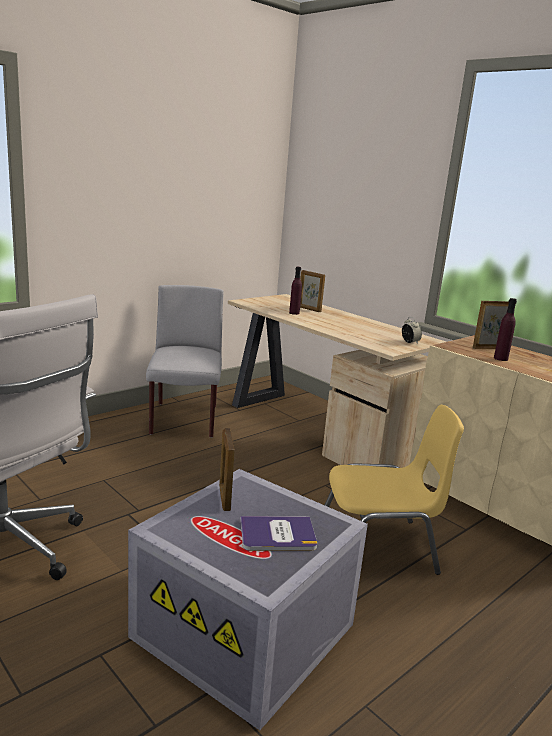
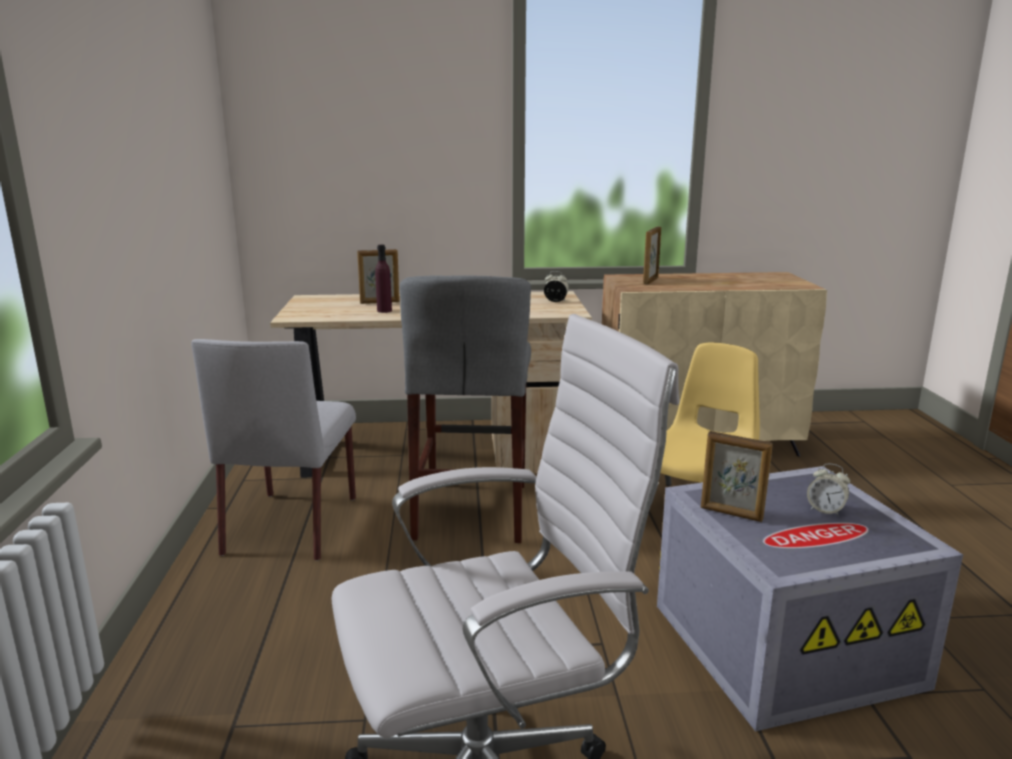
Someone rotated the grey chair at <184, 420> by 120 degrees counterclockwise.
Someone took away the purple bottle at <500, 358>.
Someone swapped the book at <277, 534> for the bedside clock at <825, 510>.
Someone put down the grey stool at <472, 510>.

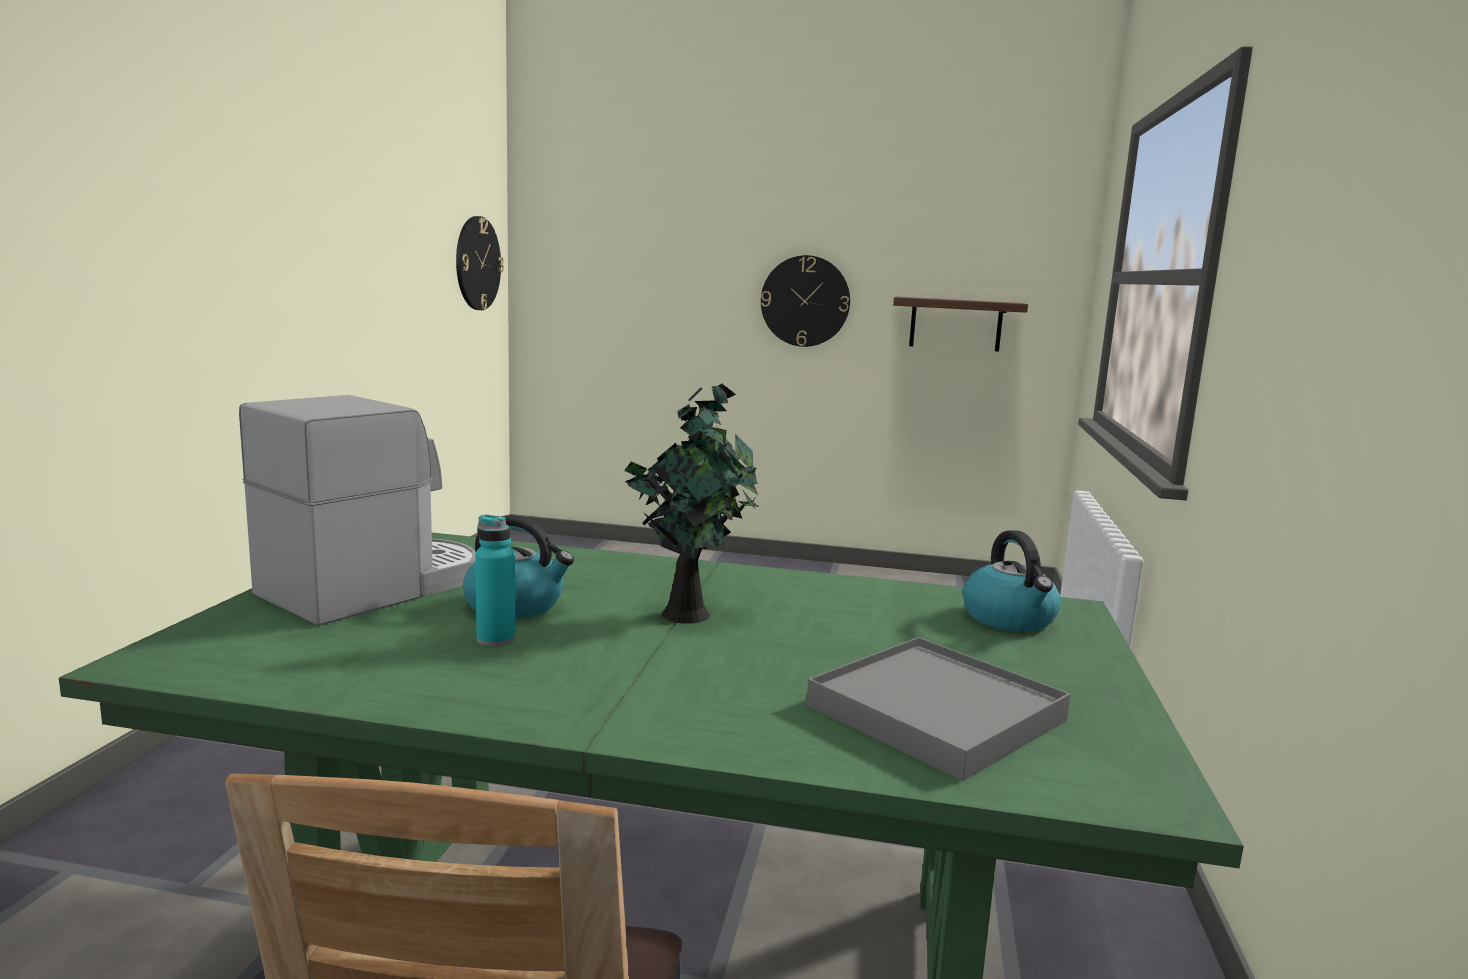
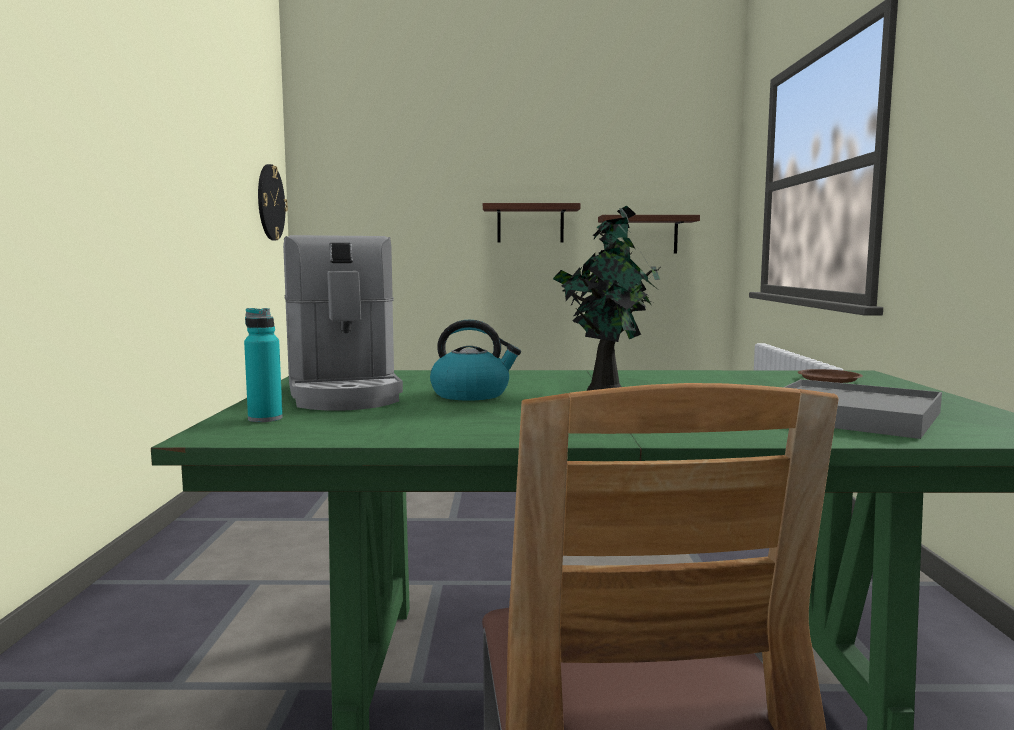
Someone swapped the clock on the wall at <805, 301> for the shelf at <530, 224>.
Someone rotated the coffee brewer at <374, 586> by 135 degrees clockwise.
Someone carried the blue-green bottle from <496, 639> to <265, 419>.
Someone swapped the kettle at <1010, 619> for the brownish flat dish at <829, 379>.

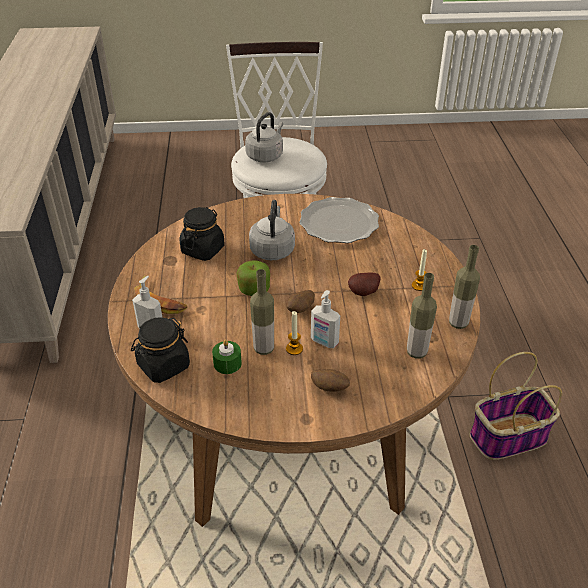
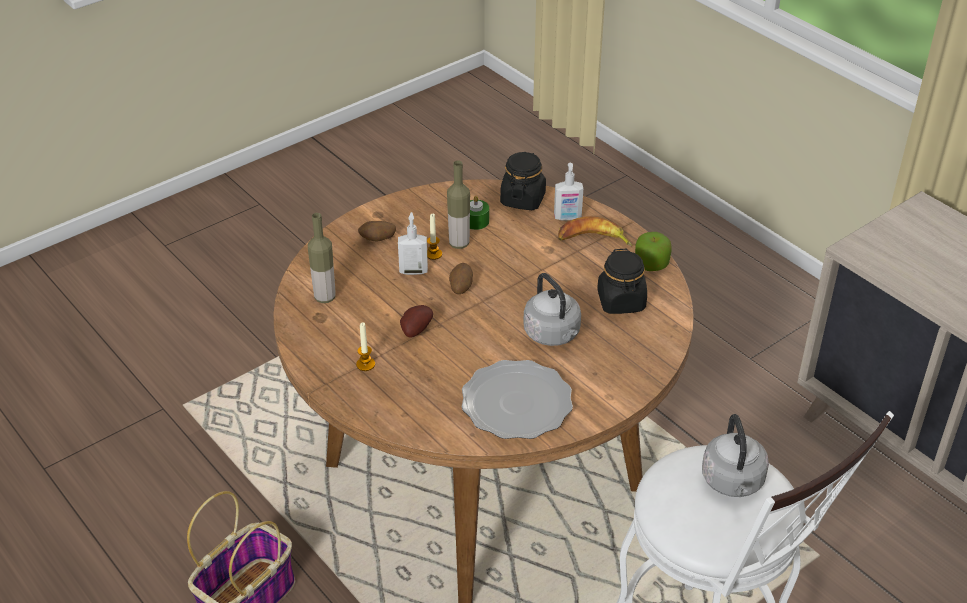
Someone took away the bottle at <458, 323>.
Someone carried the apple from <254, 289> to <651, 264>.

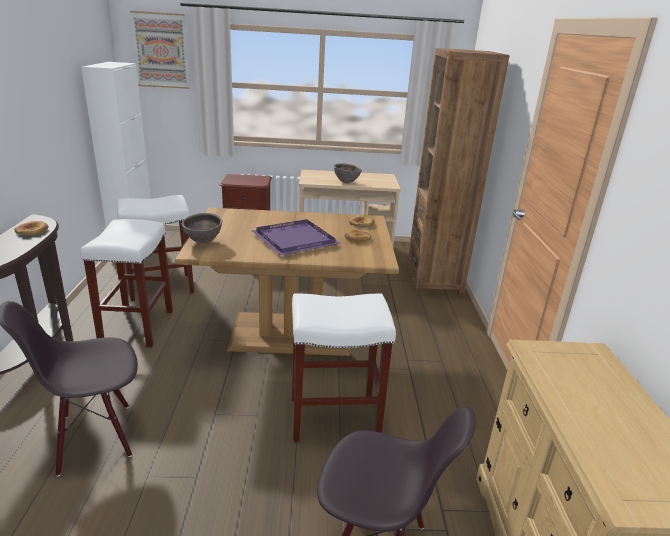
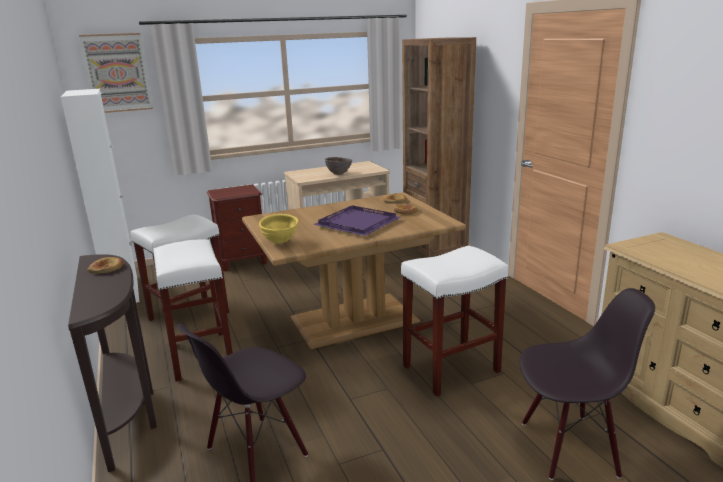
Someone repainted the brownish bowl at <203, 242>, which became the yellow-coloured bowl at <280, 242>.

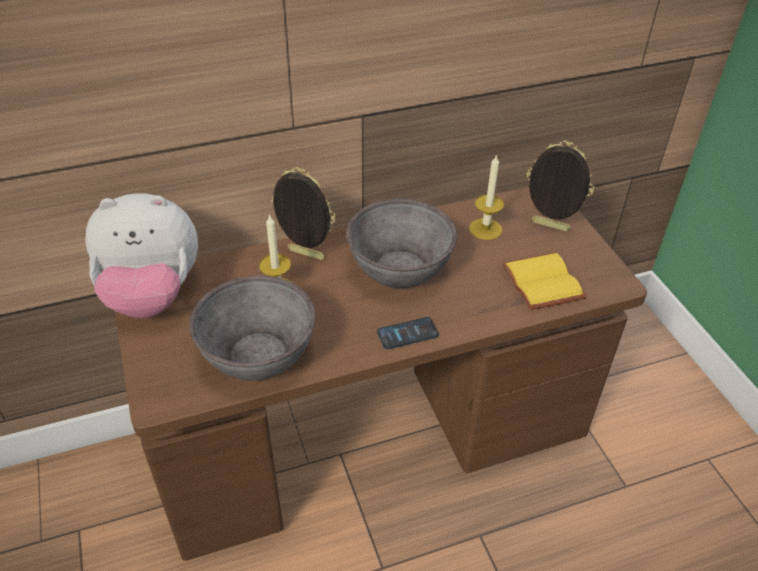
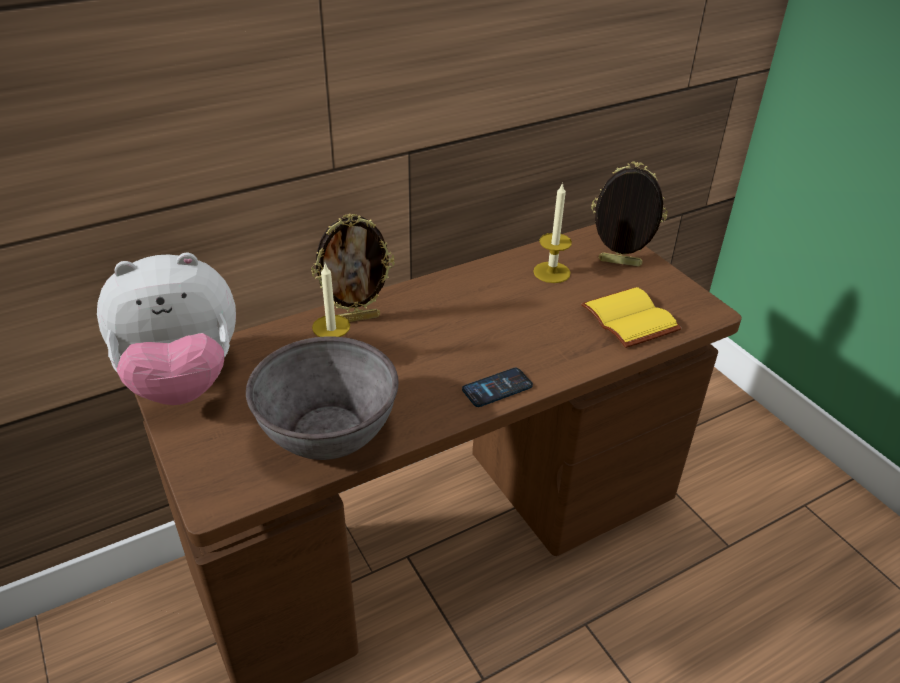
Someone rotated the photo frame at <304, 255> by 150 degrees clockwise.
Someone took away the grey bowl at <399, 269>.

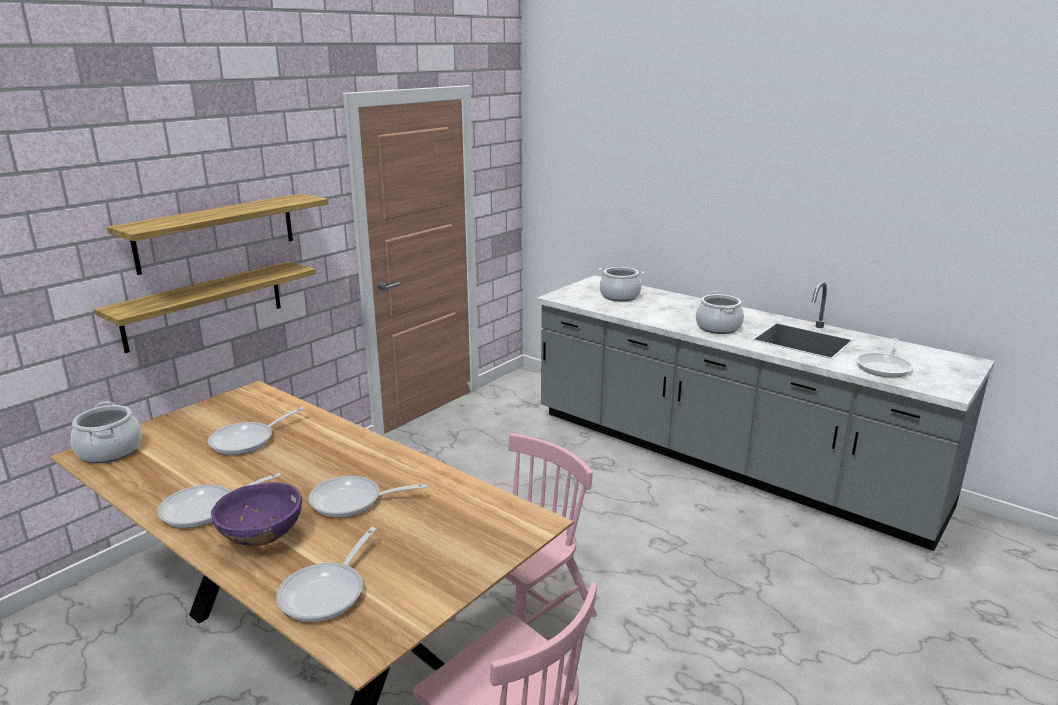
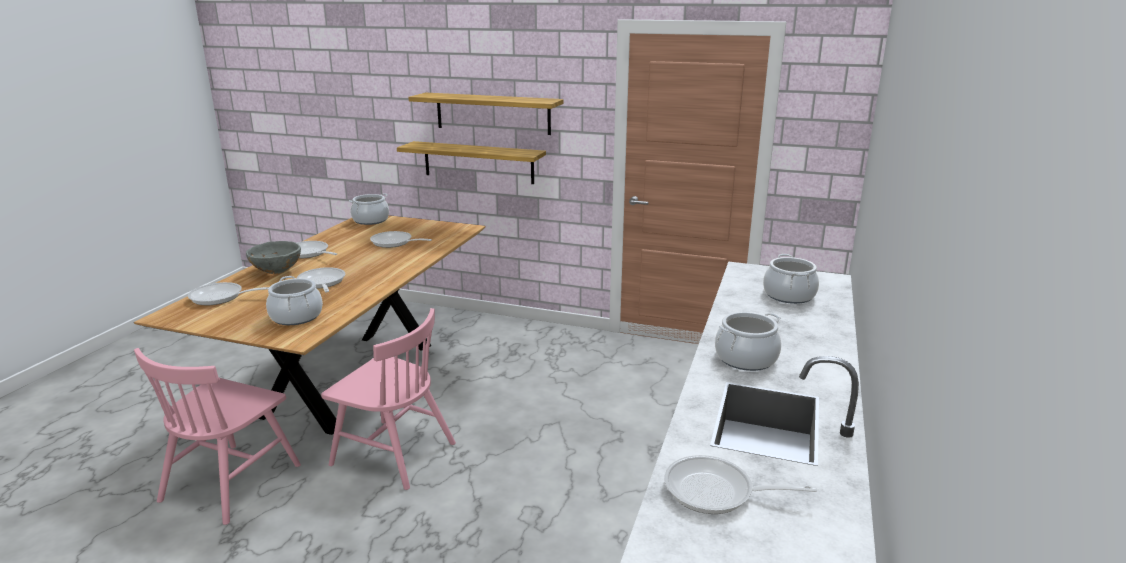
Someone repainted the purple bowl at <262, 539>, which became the grey bowl at <277, 272>.
Someone put down the stockpot at <296, 316>.

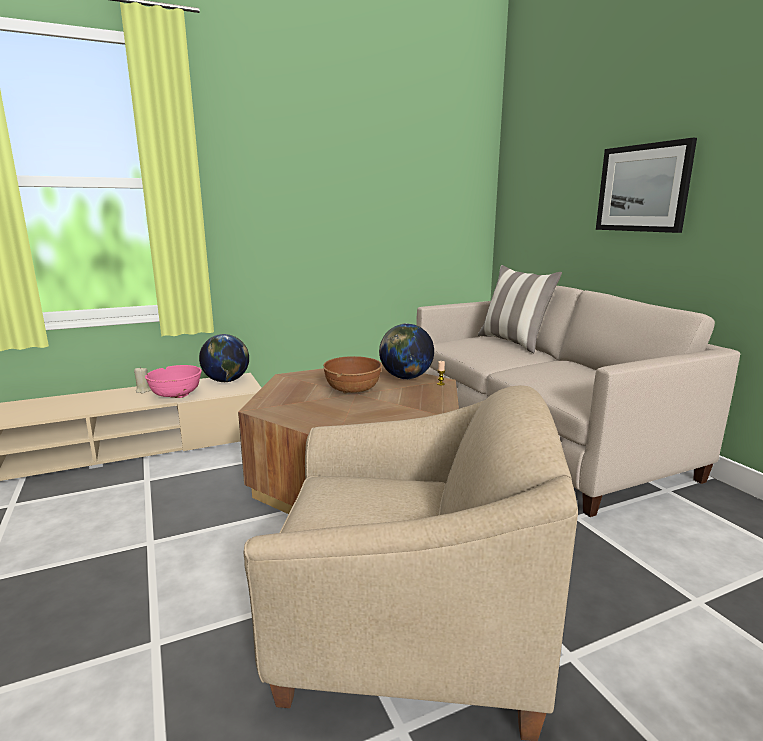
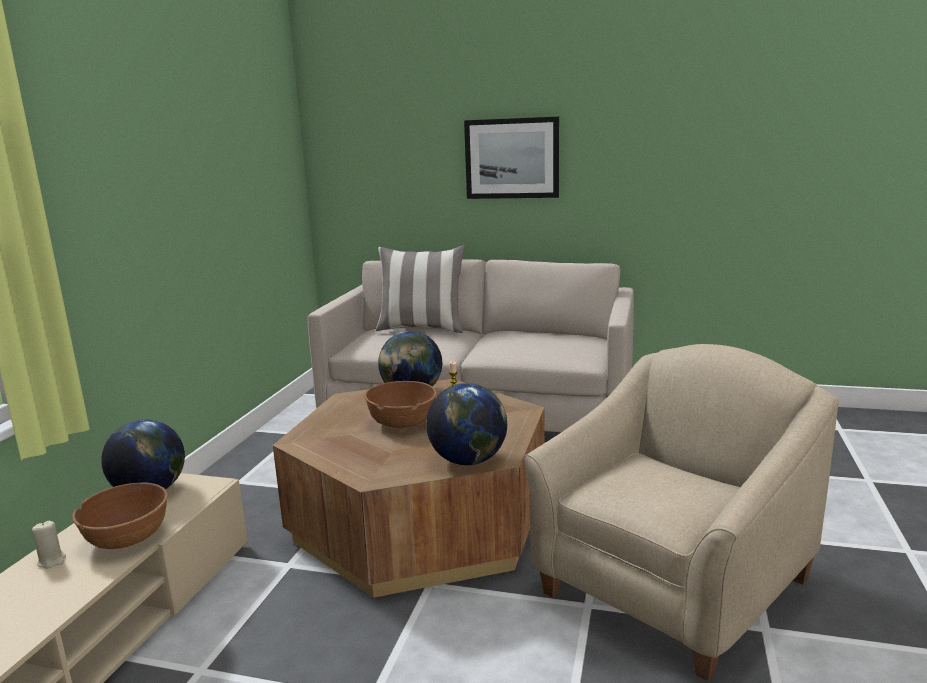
Someone repainted the pink-coloured bowl at <176, 395>, which became the brownish bowl at <128, 538>.
Someone put down the world globe at <468, 461>.

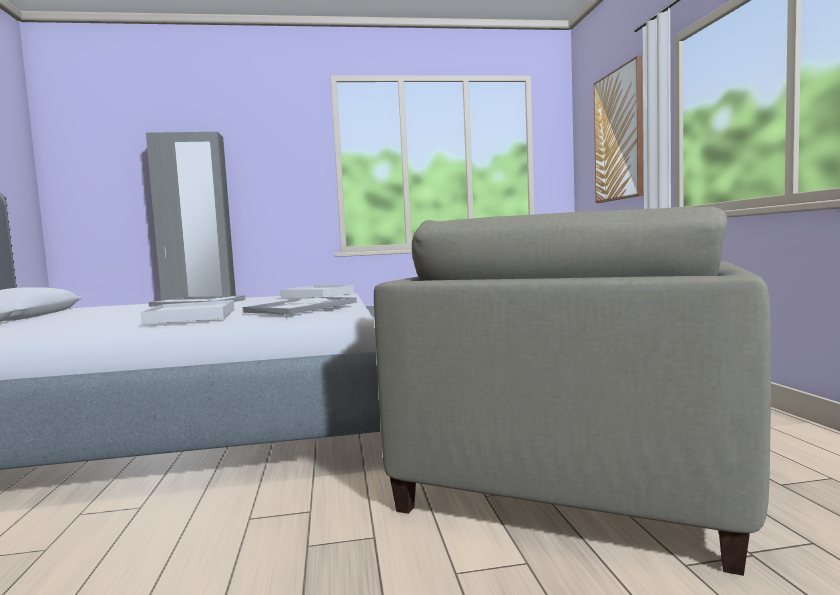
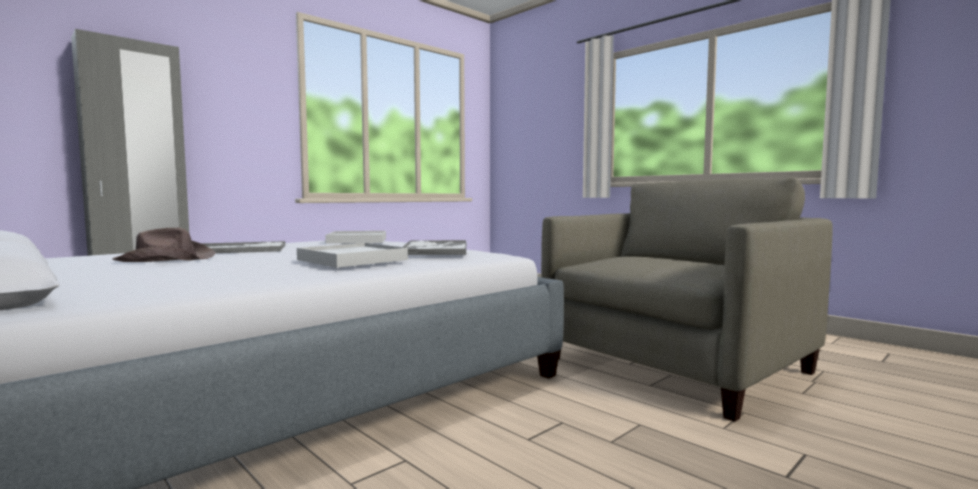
Someone took away the wall art at <619, 135>.
Someone rotated the beige-coloured lounge chair at <571, 479> by 120 degrees counterclockwise.
Someone put down the brownish wearable hat at <165, 259>.

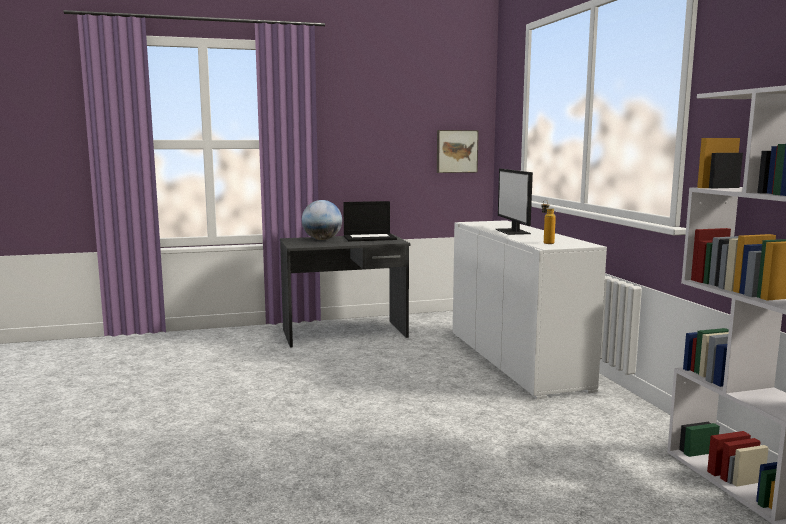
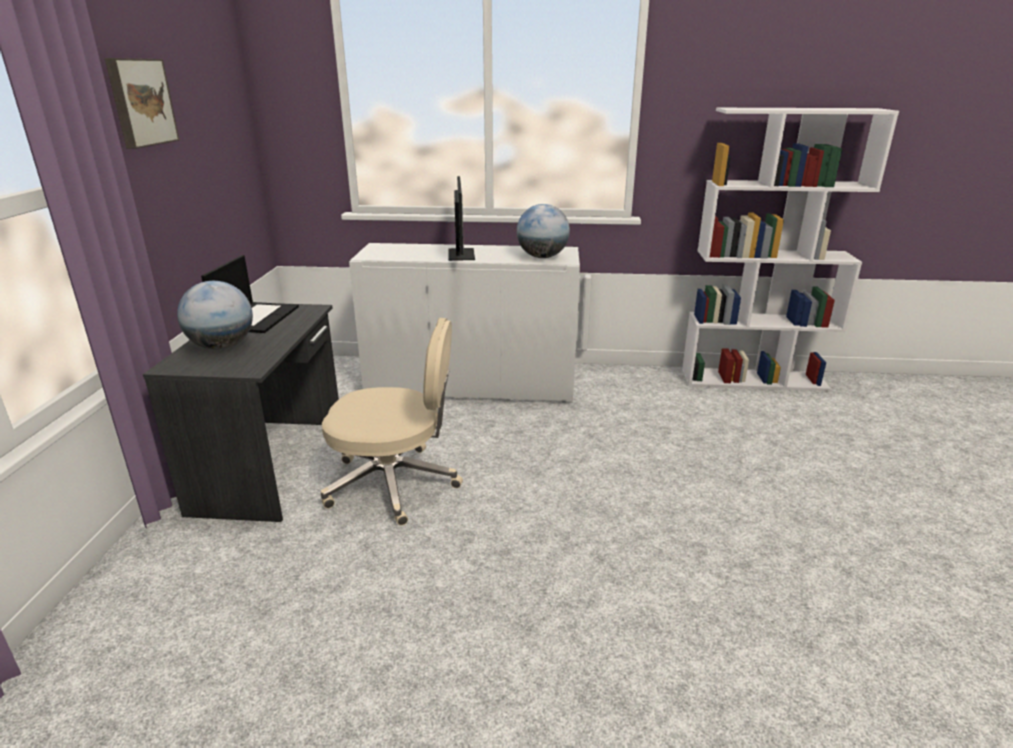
Someone carried the wall art from <456, 151> to <140, 102>.
Someone rotated the computer display at <513, 231> by 105 degrees counterclockwise.
Someone swapped the bottle at <546, 242> for the world globe at <542, 257>.
Someone put down the beige-coloured desk chair at <395, 483>.

